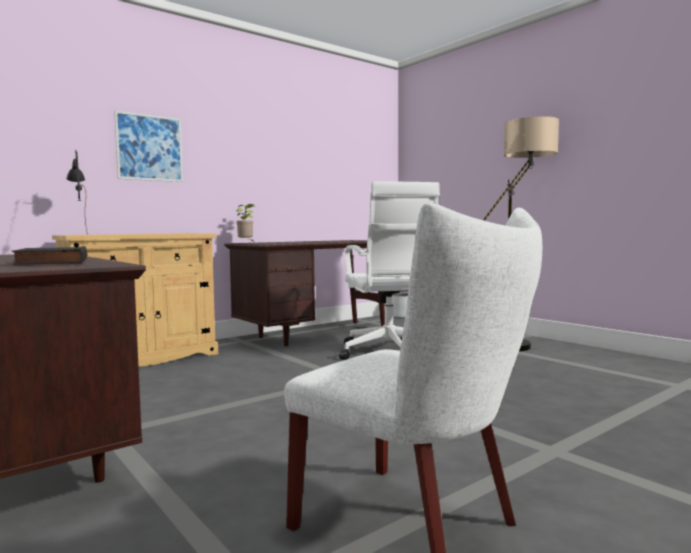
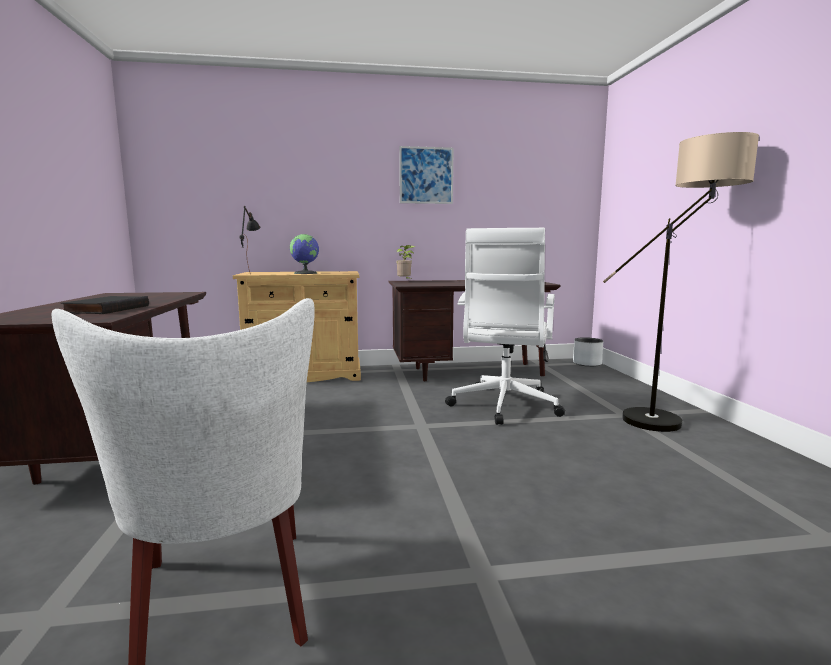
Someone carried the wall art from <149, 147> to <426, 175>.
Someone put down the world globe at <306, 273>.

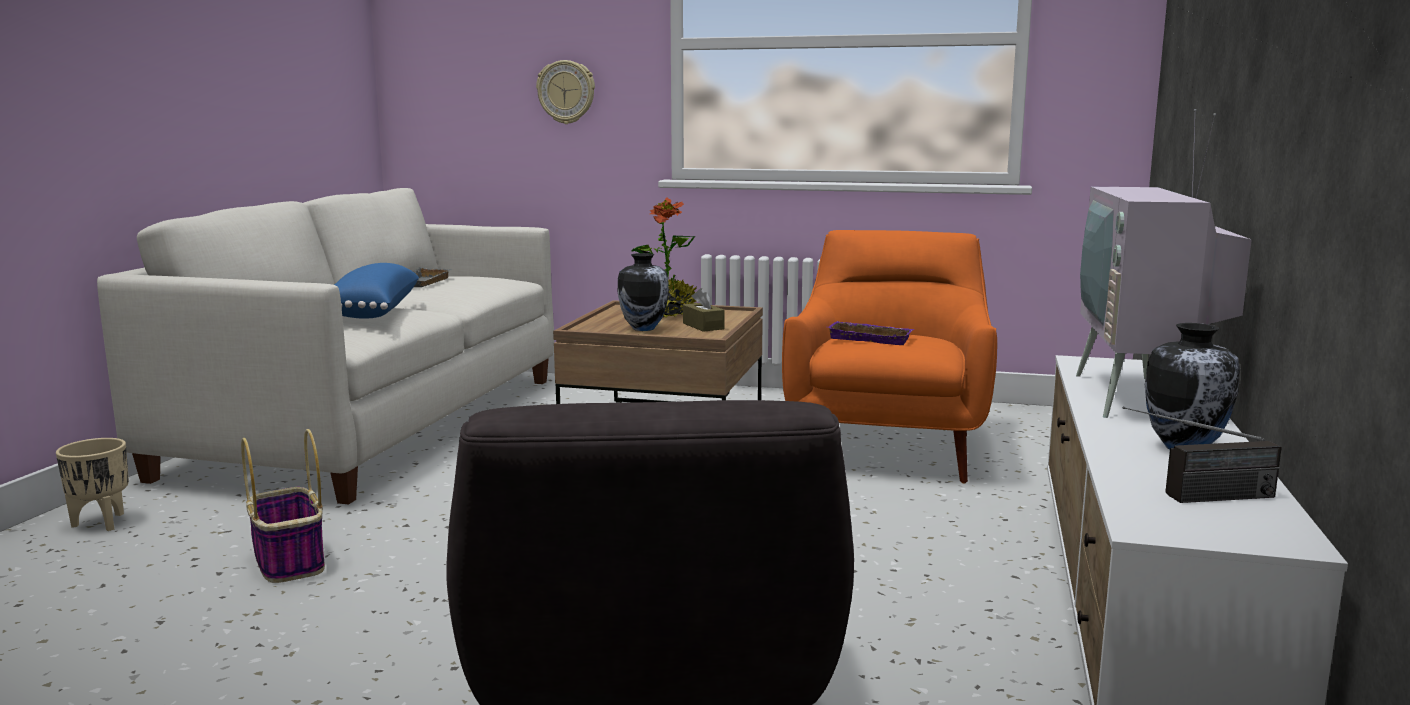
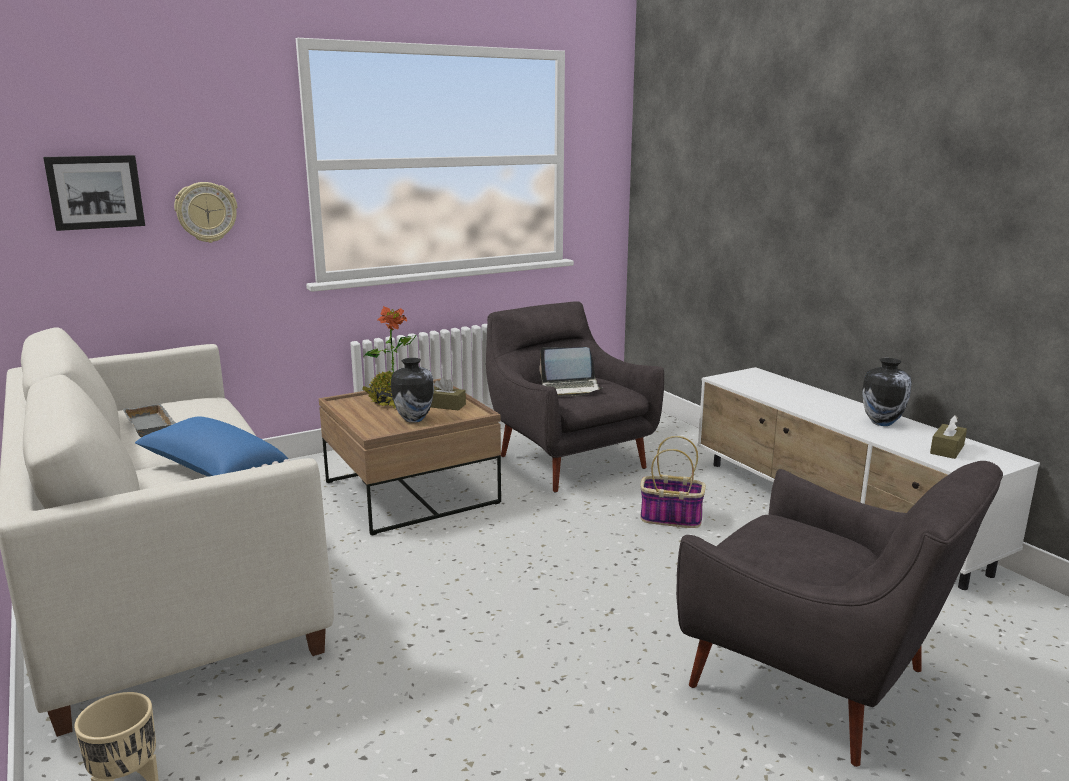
Someone took away the television at <1143, 397>.
Someone repainted the orangey lounge chair at <888, 449>, which became the grey lounge chair at <568, 459>.
Someone swapped the purple tray at <871, 338> for the laptop at <570, 388>.
Someone swapped the radio set at <1195, 498> for the brownish box of tissues at <947, 449>.
Someone carried the storage basket from <288, 561> to <669, 518>.
Someone put up the wall art at <95, 192>.

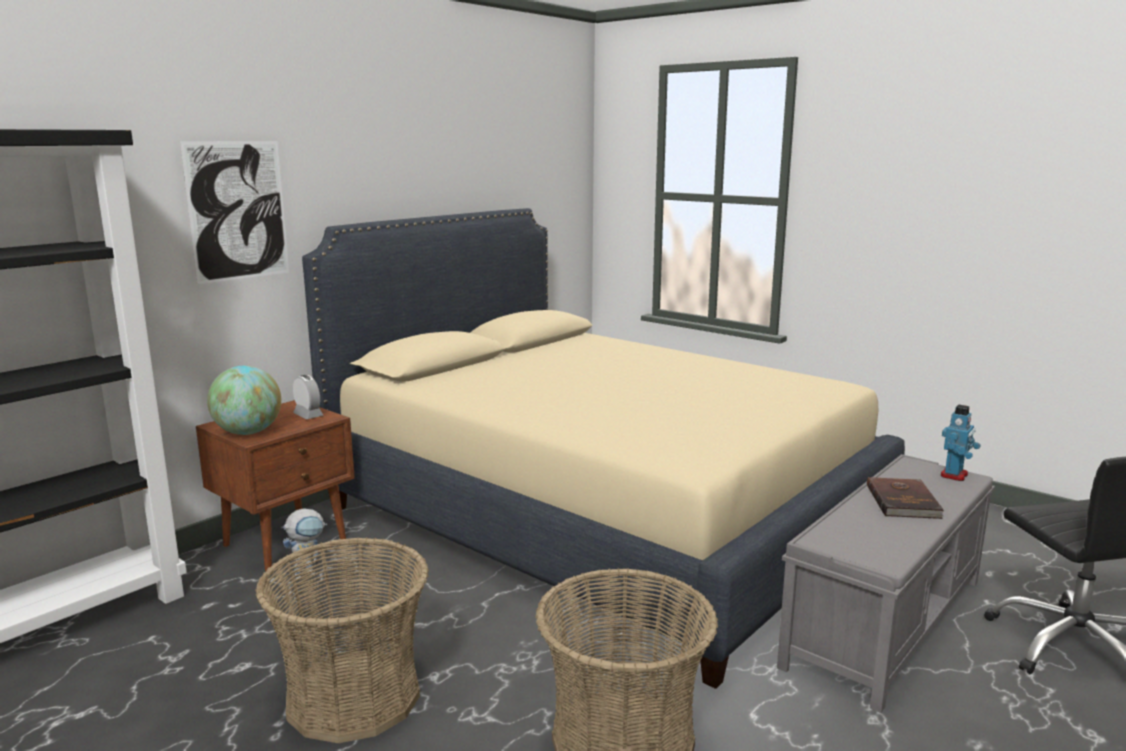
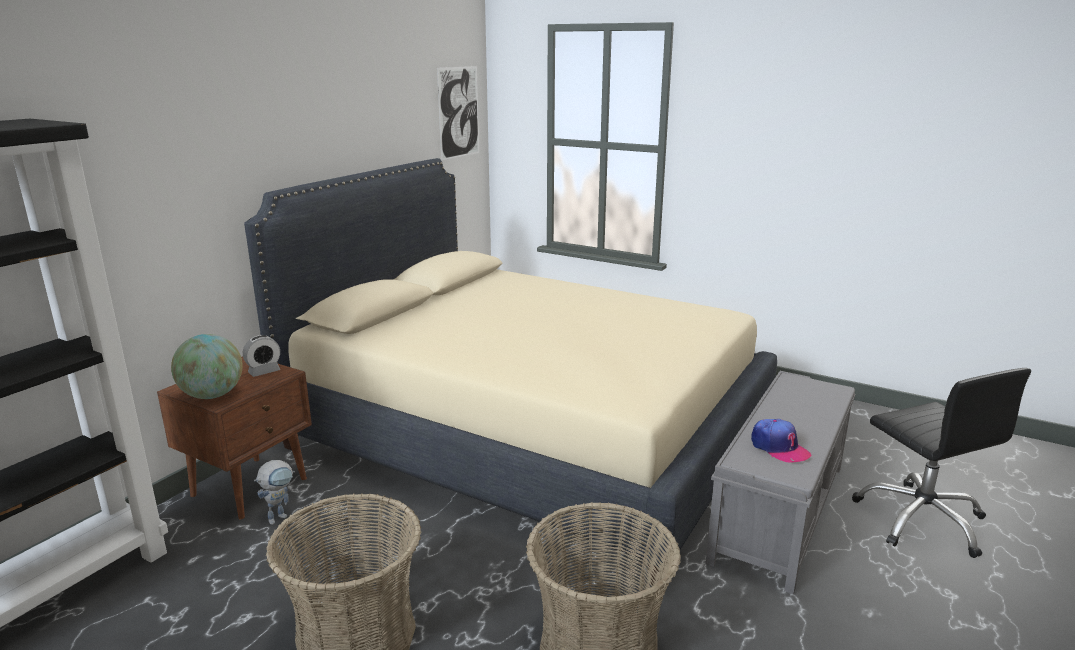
Someone carried the wall art from <237, 211> to <459, 112>.
Someone rotated the bedside clock at <308, 415> by 105 degrees clockwise.
Someone took away the robot figure at <954, 475>.
Someone took away the brownish book at <904, 501>.
Someone put down the peaked cap at <779, 447>.

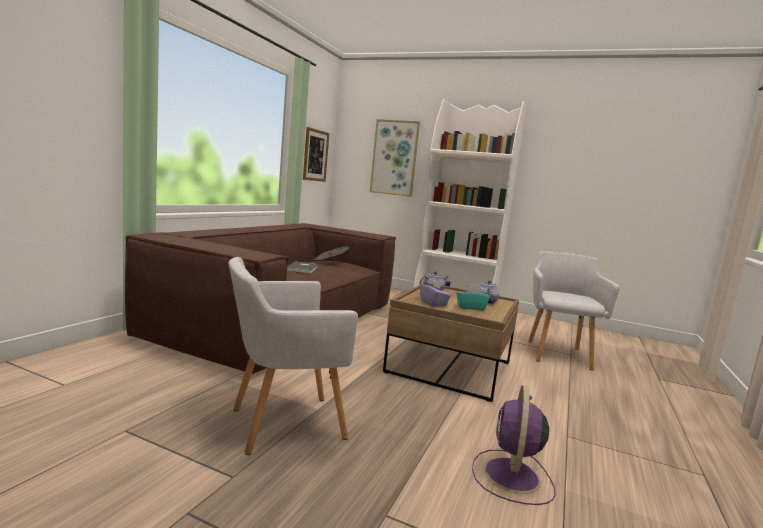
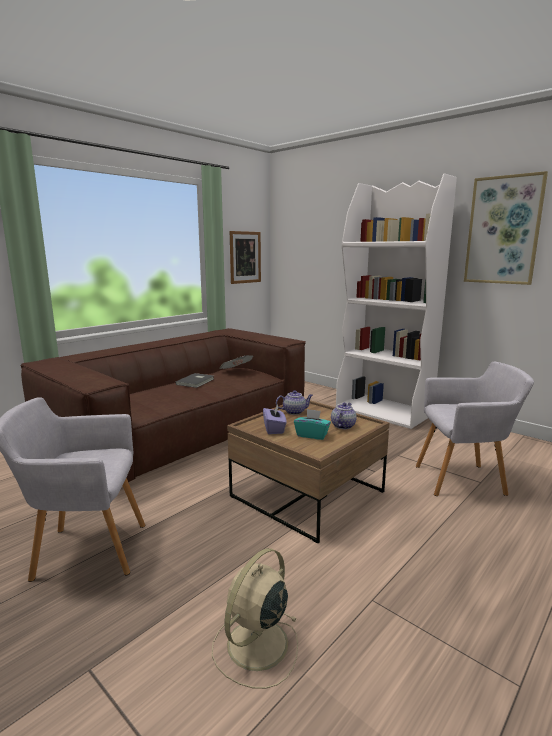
Someone carried the wall art from <394, 158> to <503, 230>.
Someone rotated the grey lounge chair at <558, 353> by 60 degrees clockwise.
Someone repainted the purple fan at <511, 477>, which became the beige-coloured fan at <255, 646>.

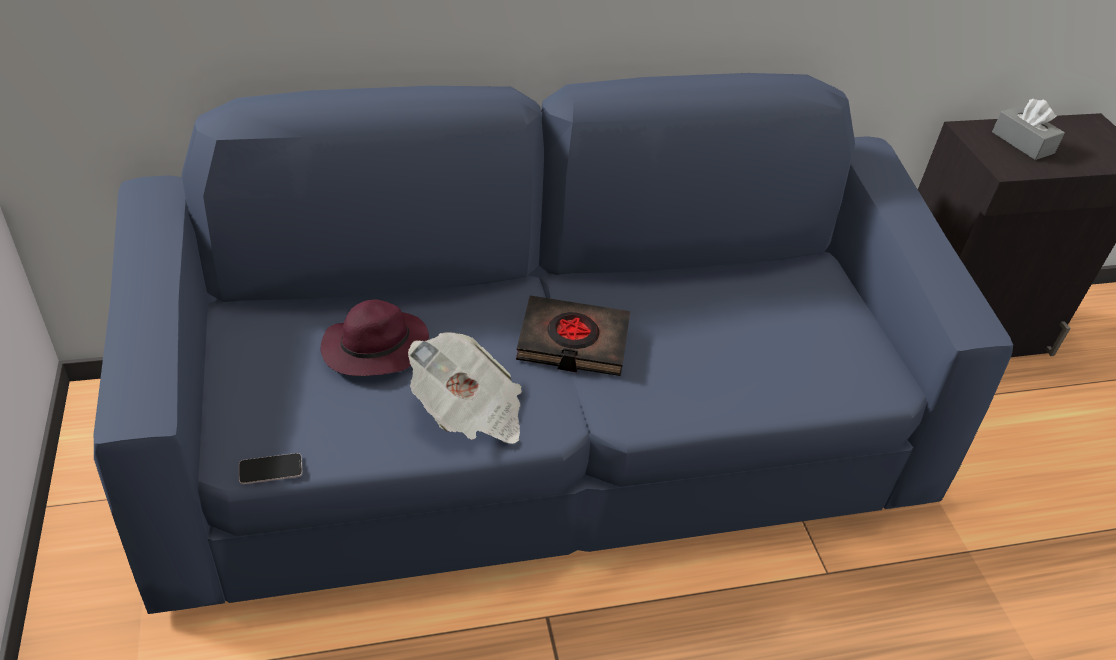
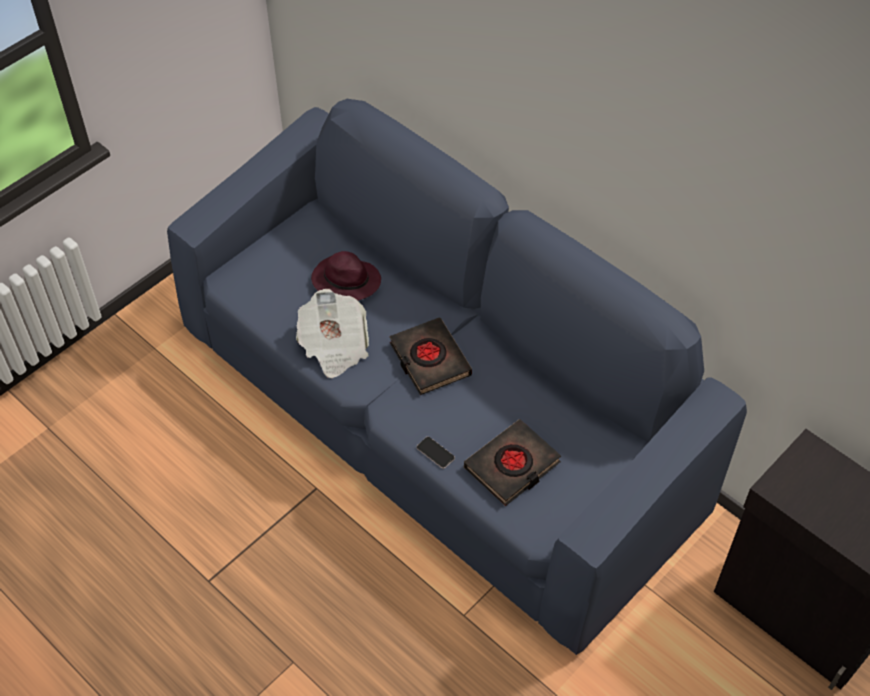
Someone took away the grey box of tissues at <1022, 143>.
Someone carried the handset from <270, 469> to <435, 453>.
Someone put down the black-coloured book at <512, 466>.

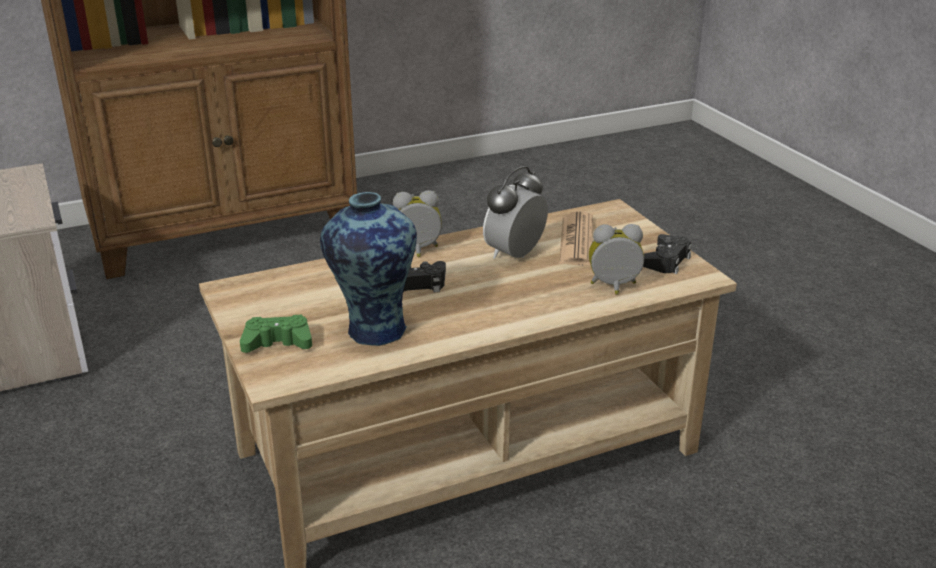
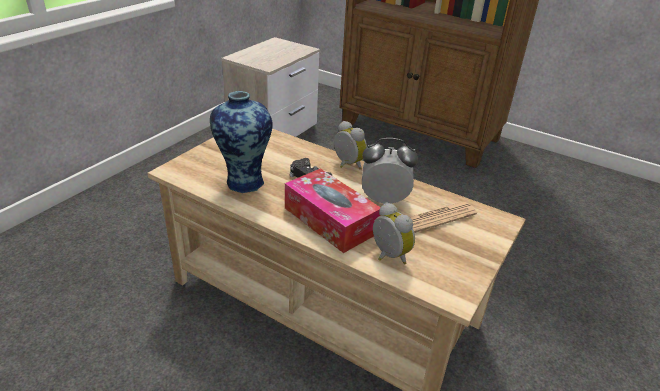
Someone took away the black-coloured game controller at <665, 260>.
Someone took away the green game controller at <277, 342>.
Someone put down the box of tissues at <330, 220>.

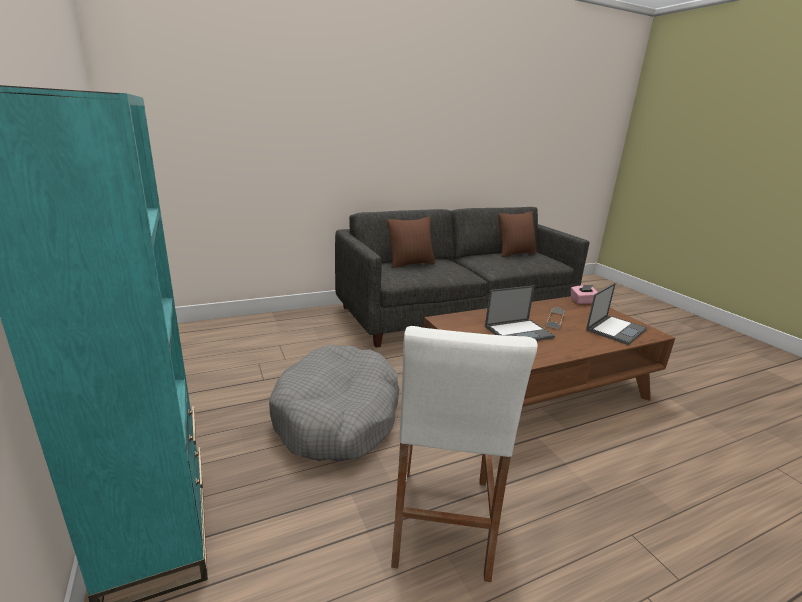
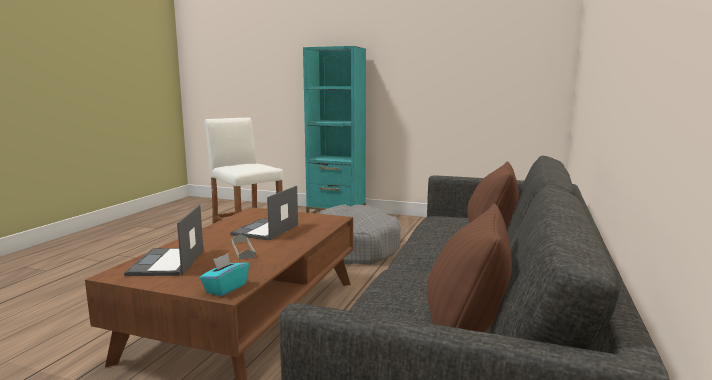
Someone repainted the pink-coloured box of tissues at <583, 301>, which became the blue-green box of tissues at <225, 288>.

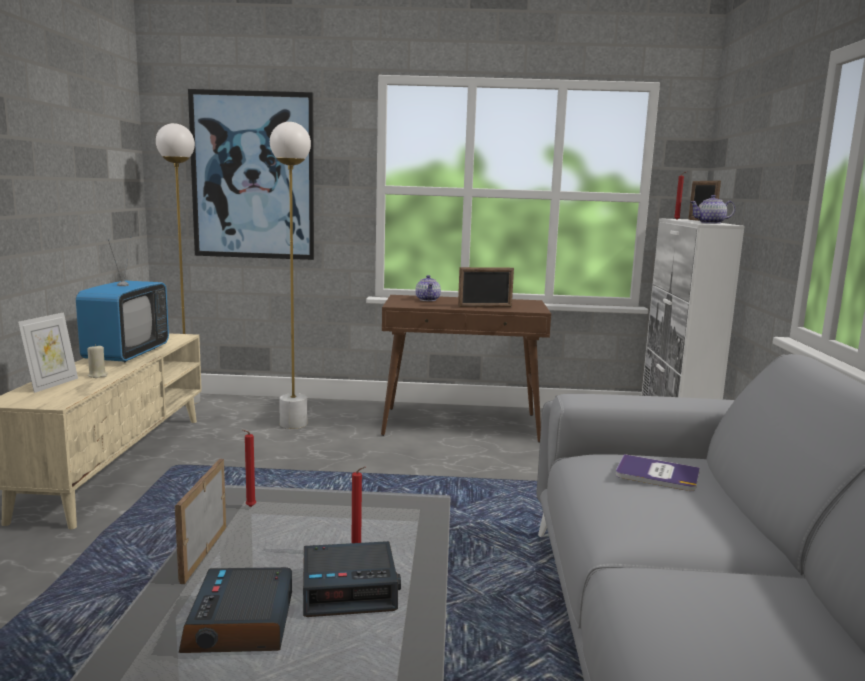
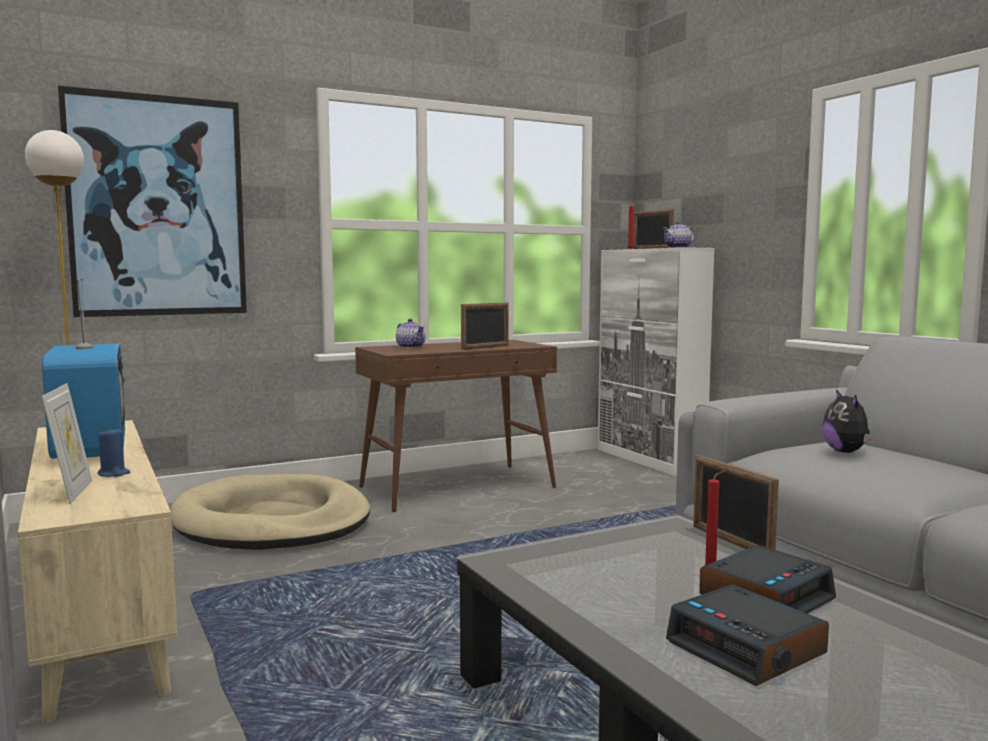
Someone swapped the white floor lamp at <293, 424> for the beige-coloured dog bed at <272, 522>.
Someone repainted the beige-coloured wax light at <98, 375>, which became the blue-coloured wax light at <113, 474>.
Someone took away the red-coloured wax light at <249, 507>.
Someone swapped the book at <657, 474> for the cuddly toy at <846, 452>.
Someone carried the photo frame from <203, 553> to <731, 542>.

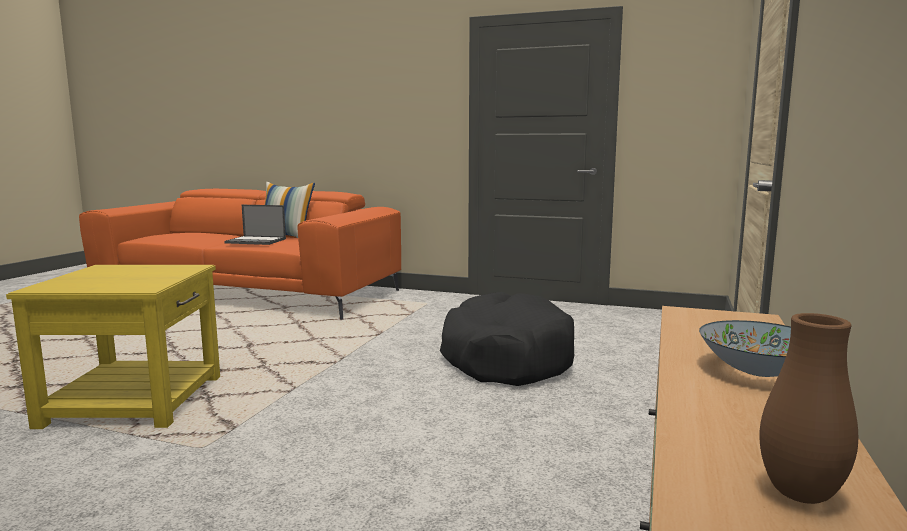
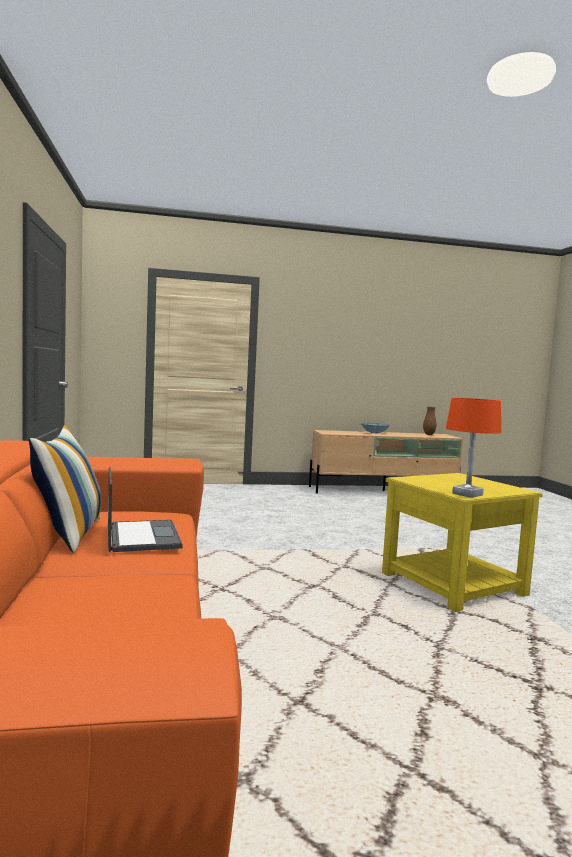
Someone took away the black-coloured dog bed at <506, 358>.
Someone put down the orangey lamp for a table at <468, 494>.

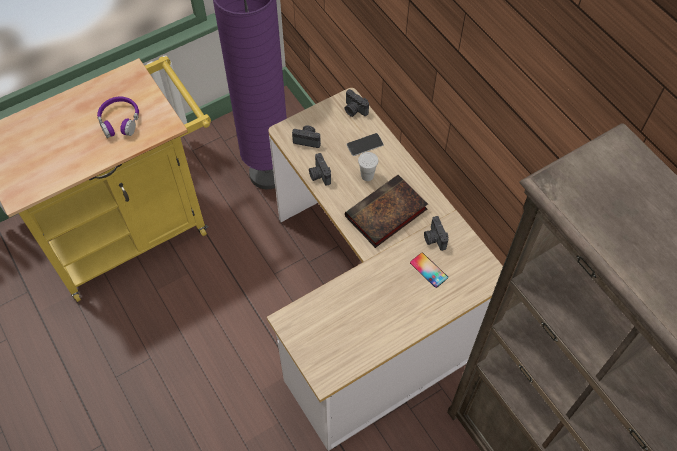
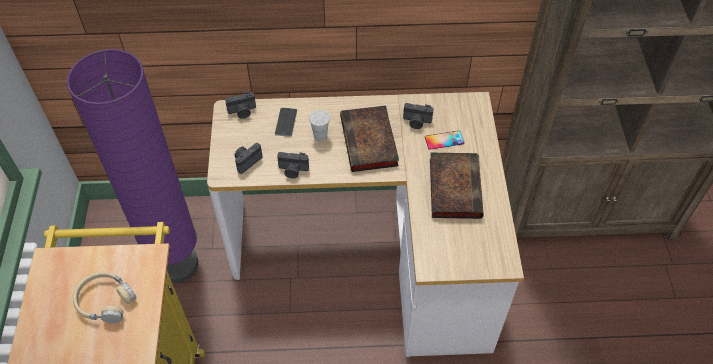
Someone repainted the purple pair of headphones at <120, 121>, which became the beige-coloured pair of headphones at <105, 301>.
Someone put down the book at <454, 186>.

